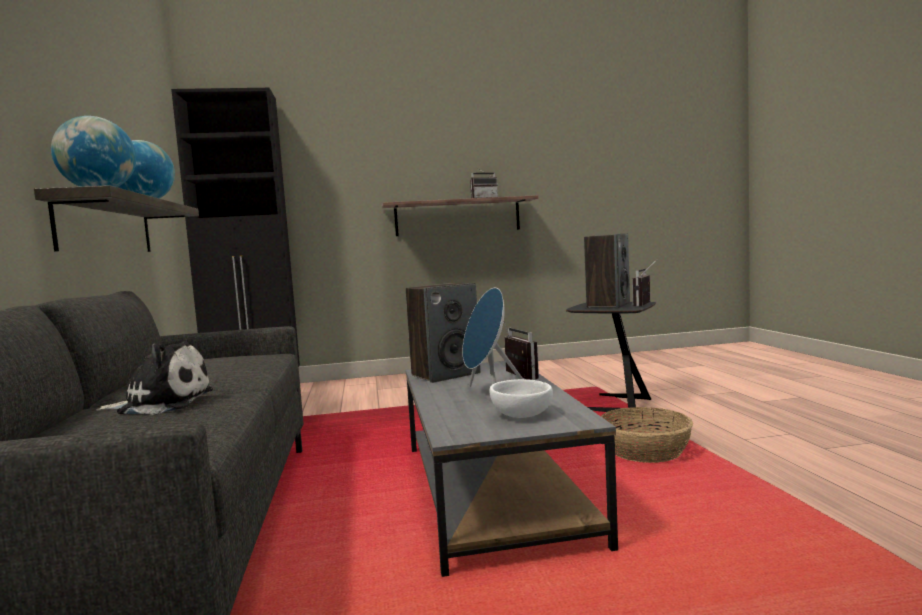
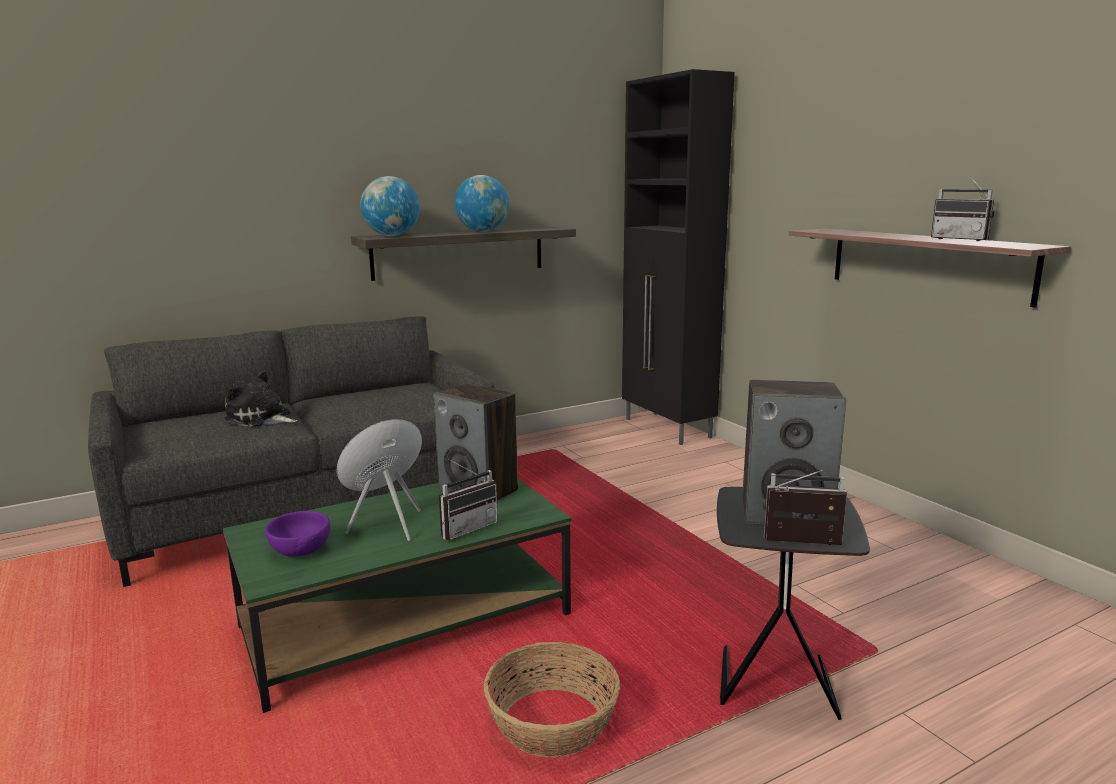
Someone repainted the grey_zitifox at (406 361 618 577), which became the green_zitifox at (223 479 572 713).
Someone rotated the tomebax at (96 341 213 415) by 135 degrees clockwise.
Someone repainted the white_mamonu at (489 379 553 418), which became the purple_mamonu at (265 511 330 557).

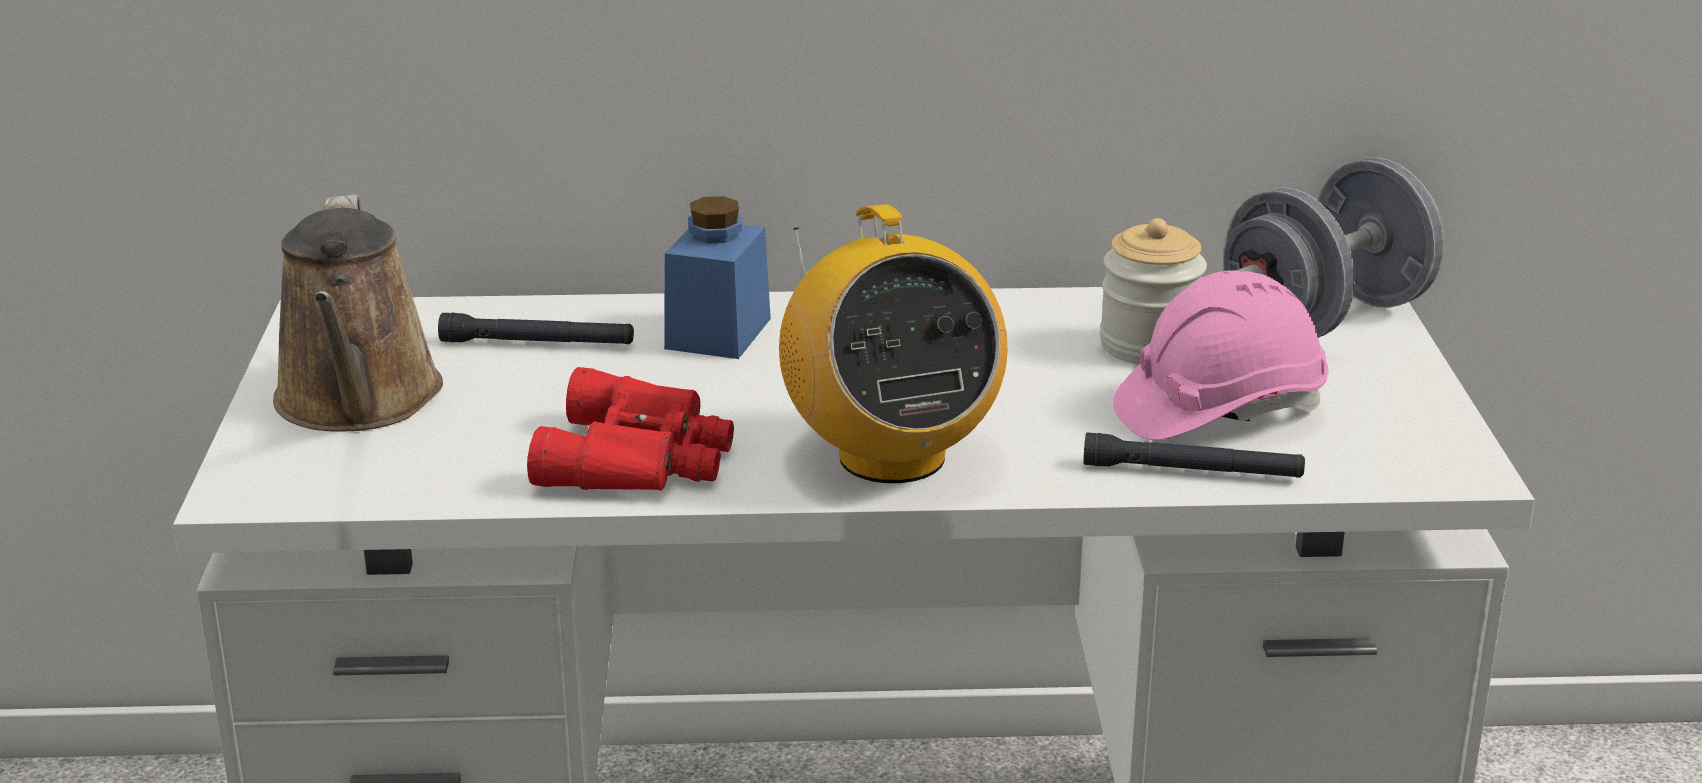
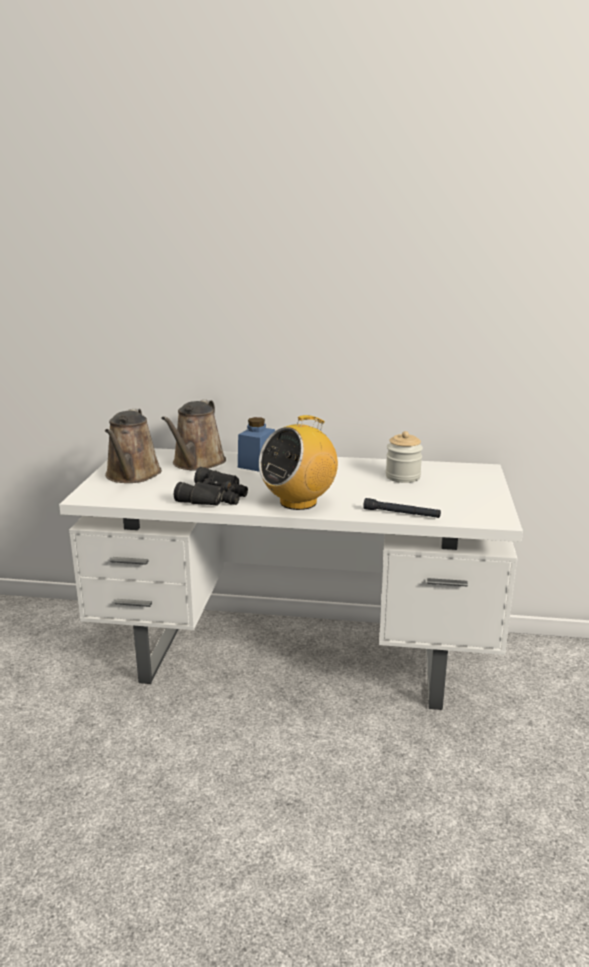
Someone swapped the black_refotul at (438 313 634 344) for the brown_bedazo at (161 400 226 471).
Someone repainted the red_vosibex at (527 367 734 491), which became the black_vosibex at (174 467 248 506).
Someone rotated the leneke at (779 204 1007 483) by 60 degrees clockwise.
Someone took away the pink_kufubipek at (1113 270 1329 440).
Someone took away the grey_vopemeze at (1223 158 1444 338).

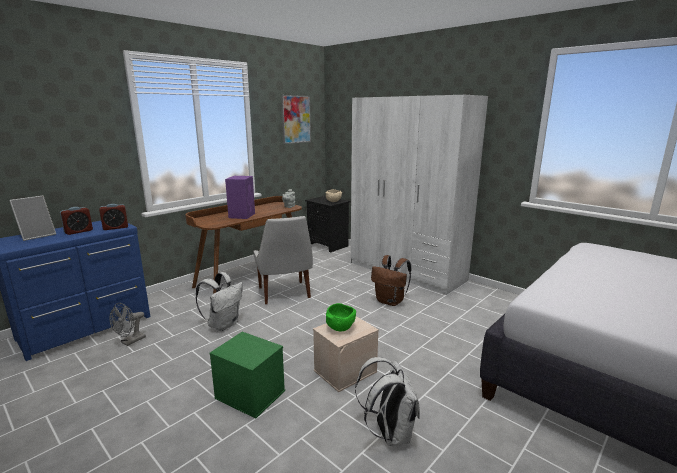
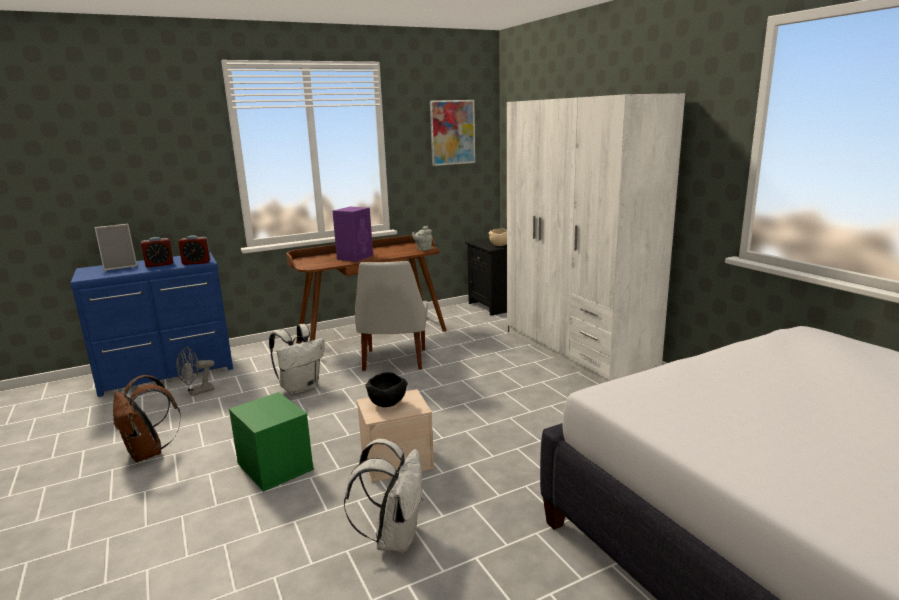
Someone carried the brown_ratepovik from (371 255 411 306) to (113 375 181 462).
Someone repainted the green_mamonu at (326 303 356 332), which became the black_mamonu at (365 372 408 407).

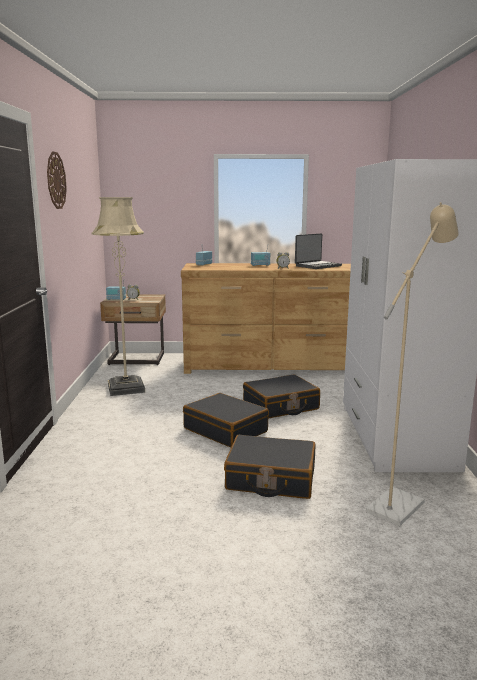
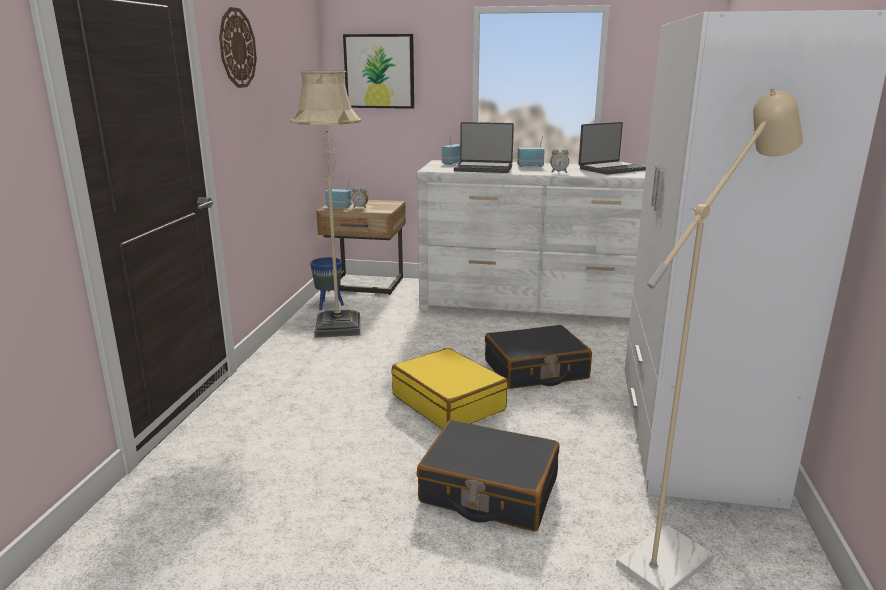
Someone put down the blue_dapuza at (310 257 344 310).
Someone put up the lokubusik at (343 34 414 109).
Someone repainted the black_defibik at (183 393 269 447), which became the yellow_defibik at (391 348 508 429).
Someone repainted the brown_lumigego at (181 263 351 374), which became the white_lumigego at (416 160 646 318).
Someone put down the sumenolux at (454 122 514 173).

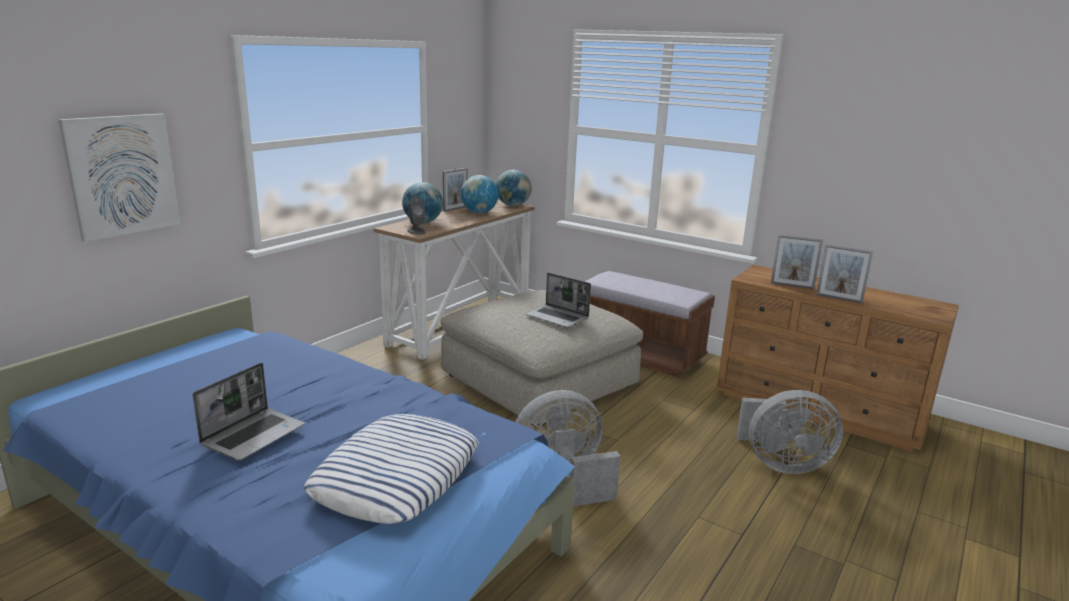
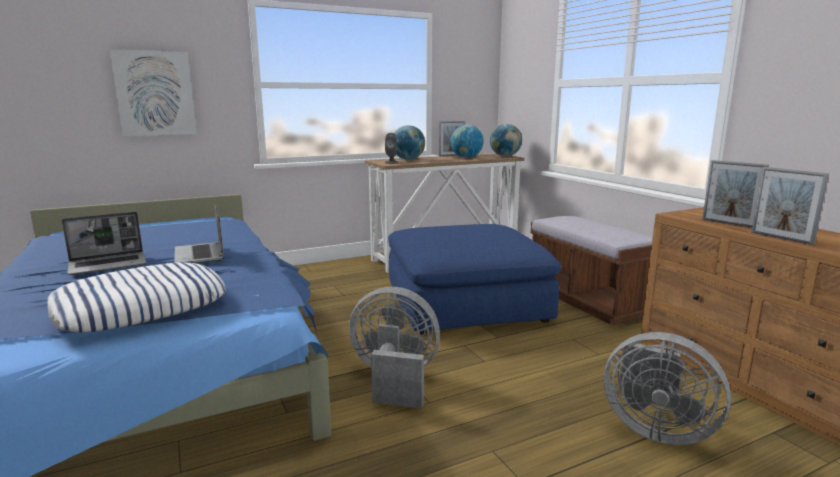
Someone carried the sumenolux from (525 273 591 328) to (174 205 224 263).
Someone repainted the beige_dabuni at (441 290 643 427), which became the blue_dabuni at (388 224 561 334).

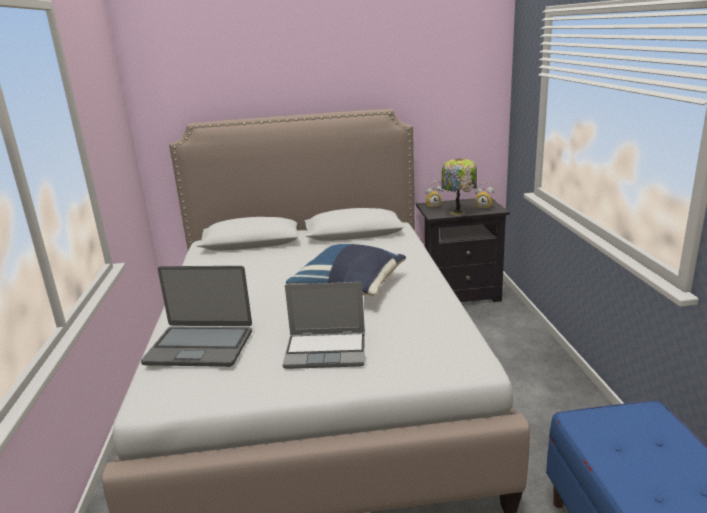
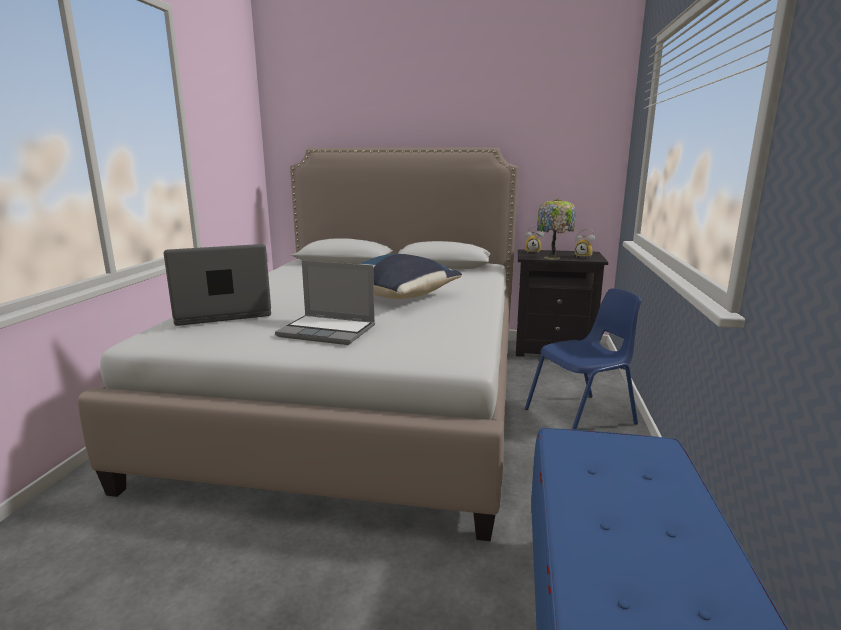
Someone rotated the sumenolux at (141 266 252 367) by 135 degrees clockwise.
Someone put down the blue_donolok at (525 288 642 430).

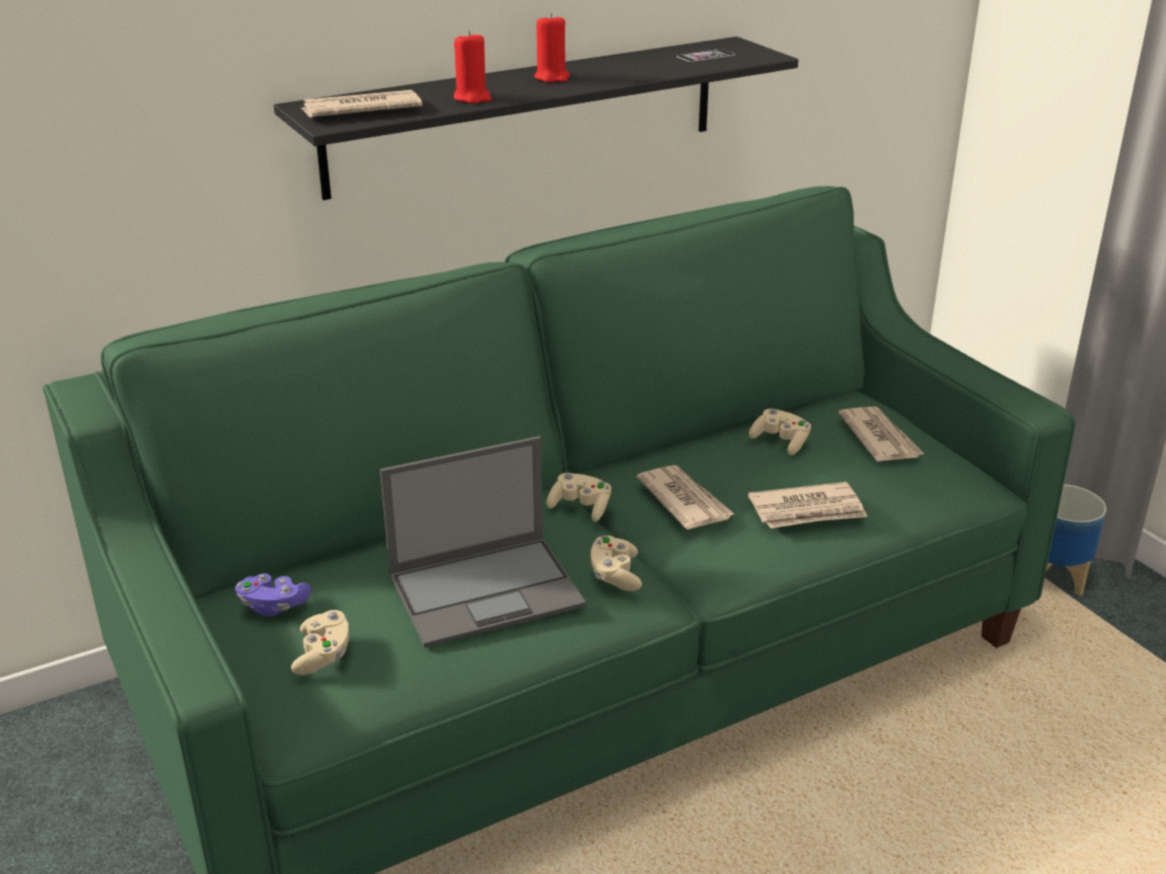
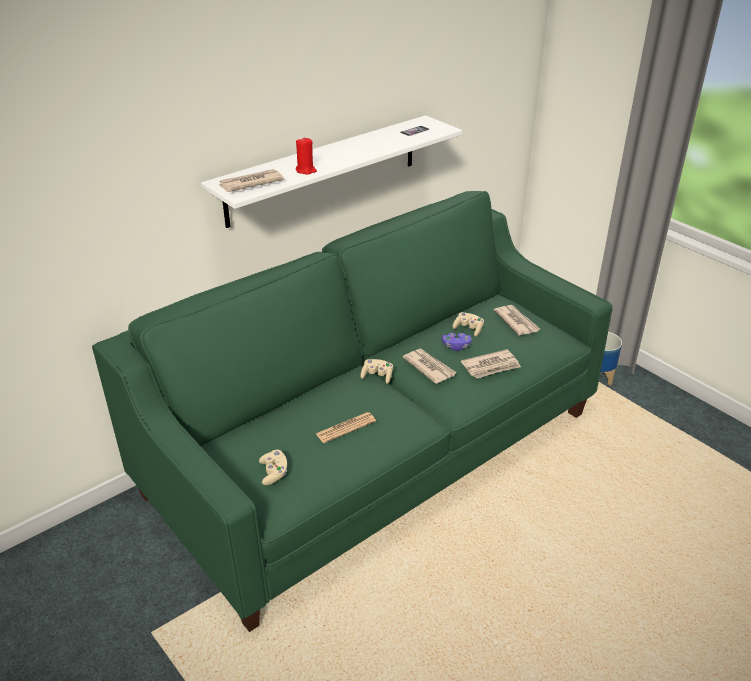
Someone repainted the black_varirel at (274 37 798 200), which became the white_varirel at (201 115 463 228).
Someone swapped the sumenolux at (380 436 586 648) for the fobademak at (316 412 376 443).
Someone carried the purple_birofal from (235 573 311 617) to (442 333 472 351).
Someone took away the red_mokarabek at (534 13 570 82).
Someone took away the beige_birofal at (591 535 642 591).

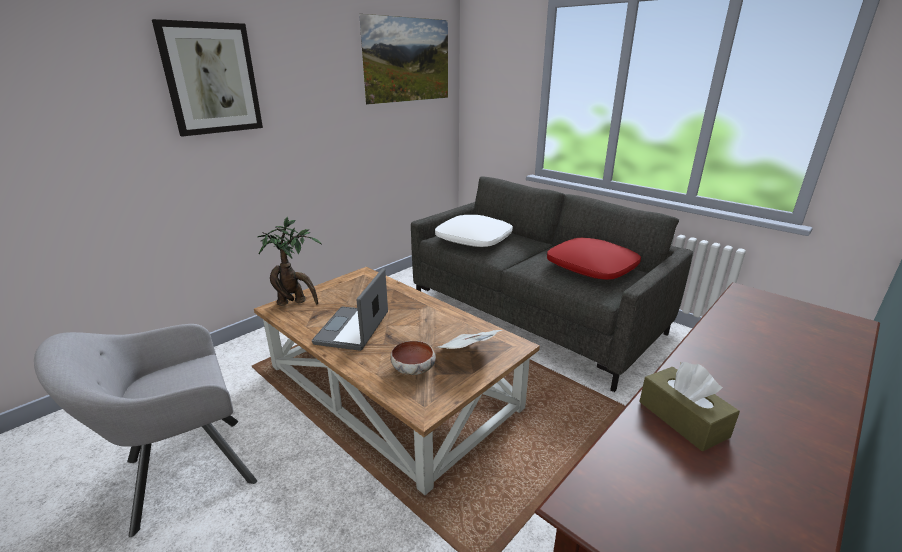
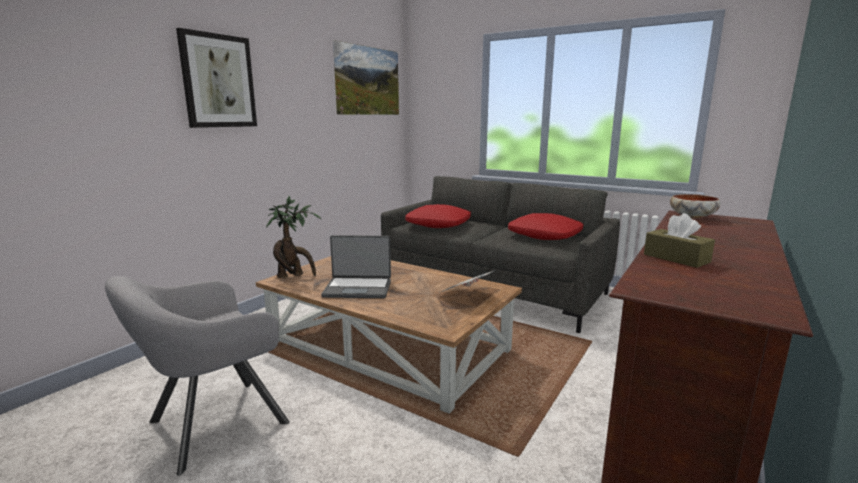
Someone rotated the sumenolux at (312 268 388 351) by 90 degrees counterclockwise.
Someone repainted the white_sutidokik at (435 215 513 247), which became the red_sutidokik at (405 204 471 228).
Someone carried the mamonu from (390 341 436 375) to (670 194 720 219).

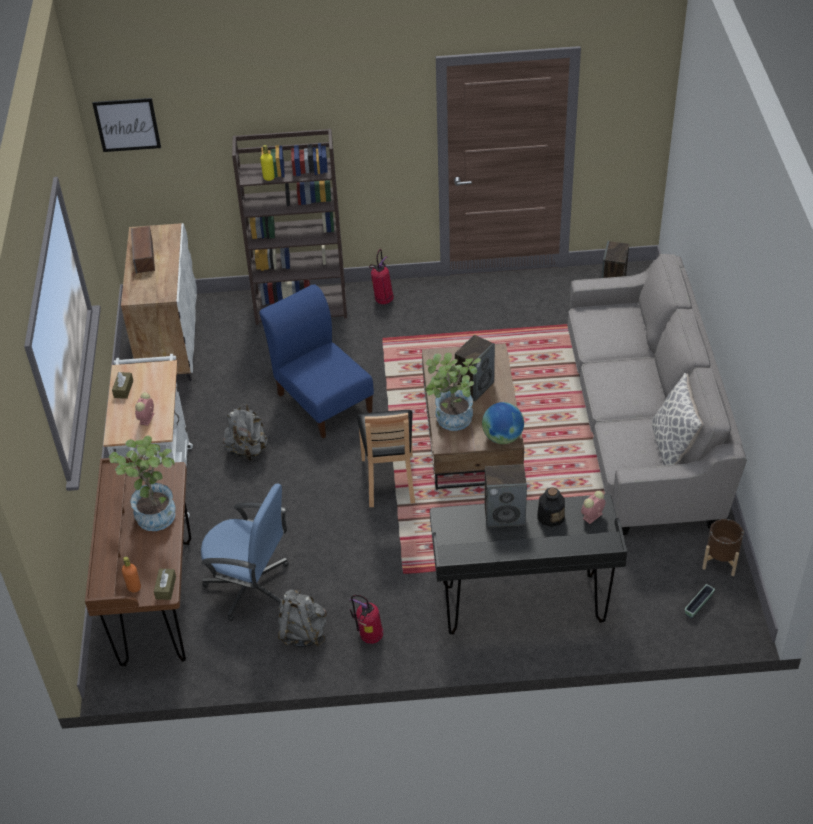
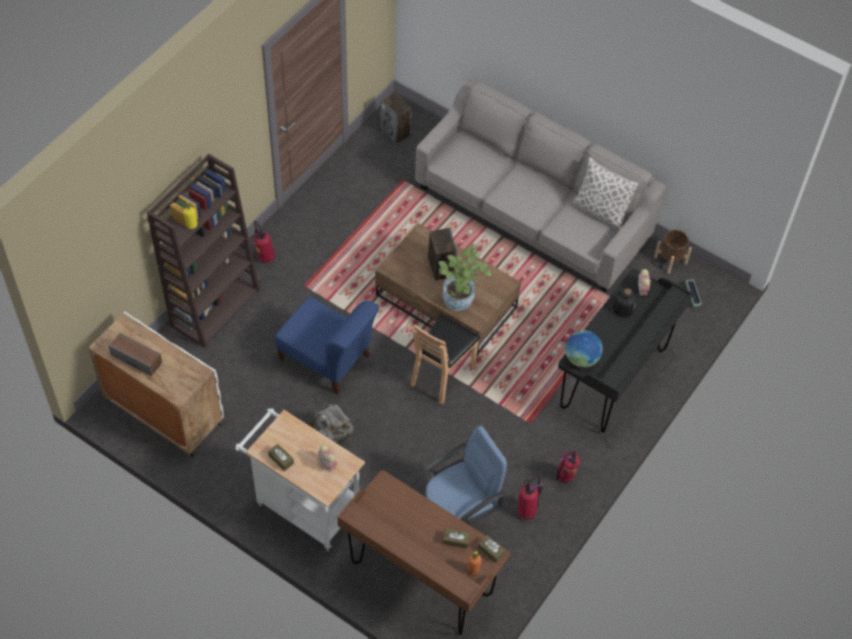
Someone rotated the blue_donolok at (259 284 374 438) by 150 degrees counterclockwise.
Someone rotated the brown_donolok at (356 410 415 507) by 90 degrees clockwise.
Someone put down the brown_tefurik at (443 528 470 549).
Someone swapped the grey_ratepovik at (278 589 327 647) for the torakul at (518 476 545 519).
Someone carried the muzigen from (482 402 524 444) to (565 330 603 368).
Someone took away the lokubusik at (92 98 161 152).
Someone took away the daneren at (109 436 176 531).
Someone took away the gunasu at (485 464 527 528).

